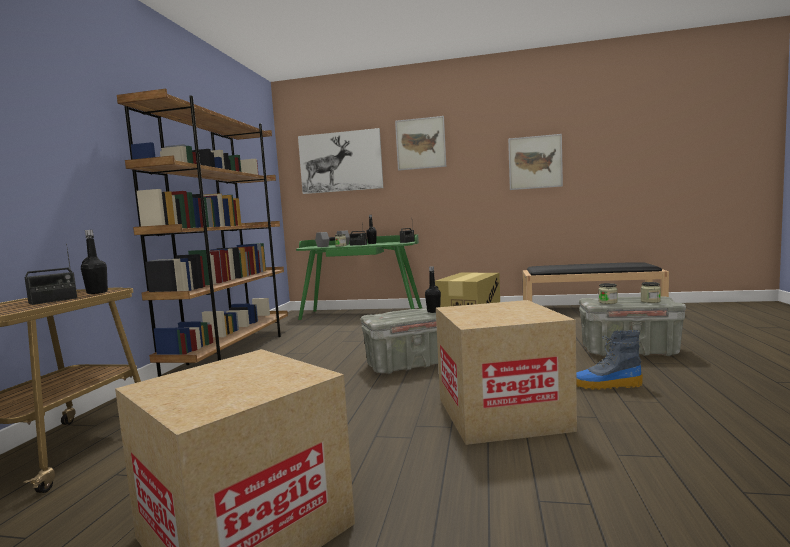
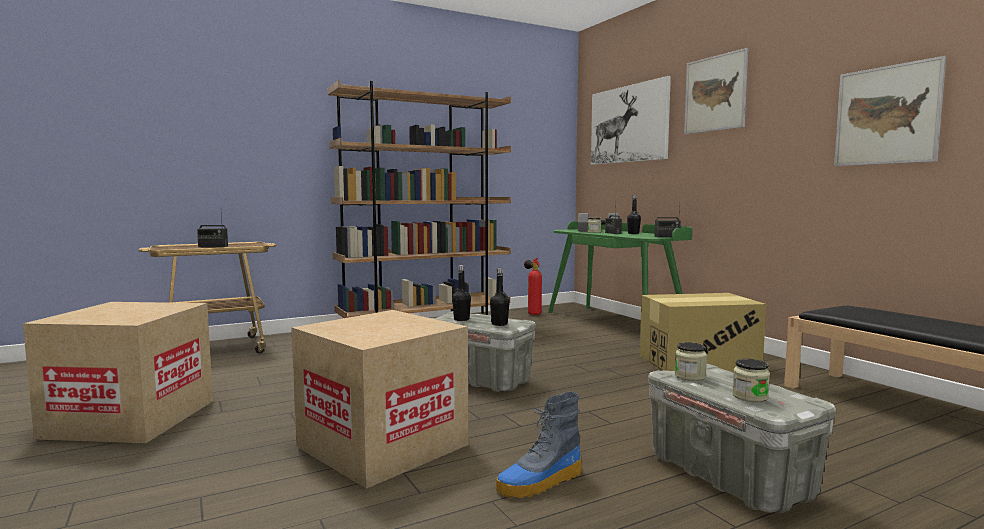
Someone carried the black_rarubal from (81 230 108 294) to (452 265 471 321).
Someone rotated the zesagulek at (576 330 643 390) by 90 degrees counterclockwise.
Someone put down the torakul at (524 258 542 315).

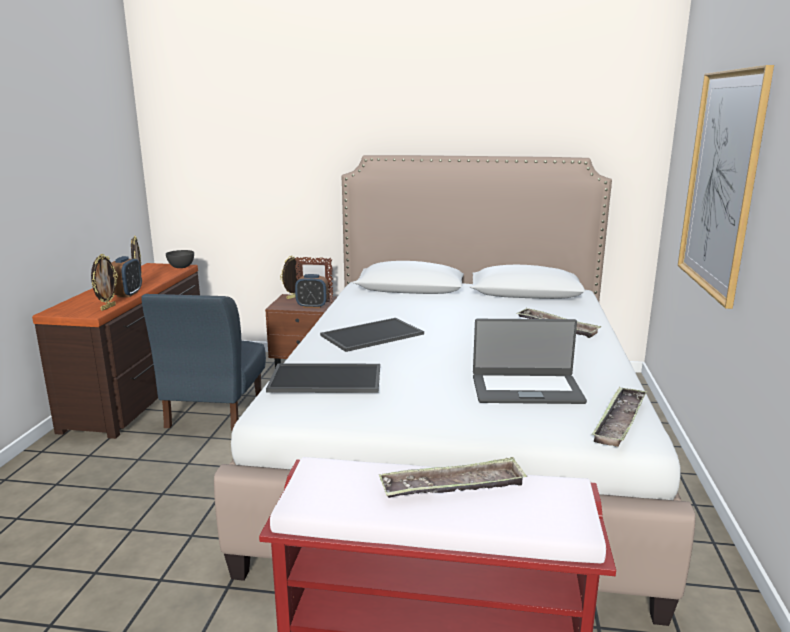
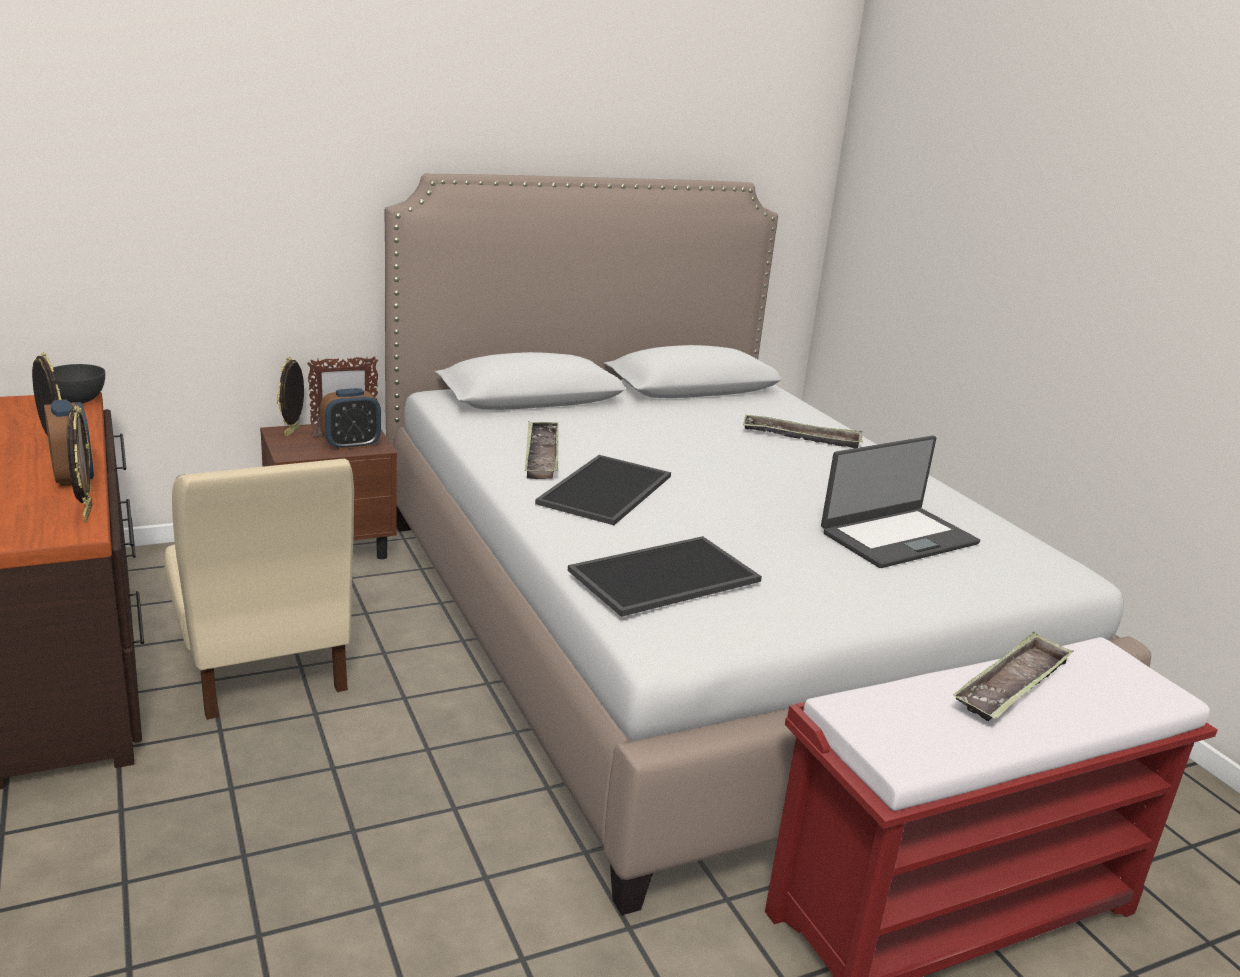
Someone repainted the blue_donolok at (141 294 266 431), which became the beige_donolok at (164 458 354 720).
Someone carried the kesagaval from (592 387 647 447) to (525 422 558 479).
Someone took away the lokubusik at (678 65 774 309).

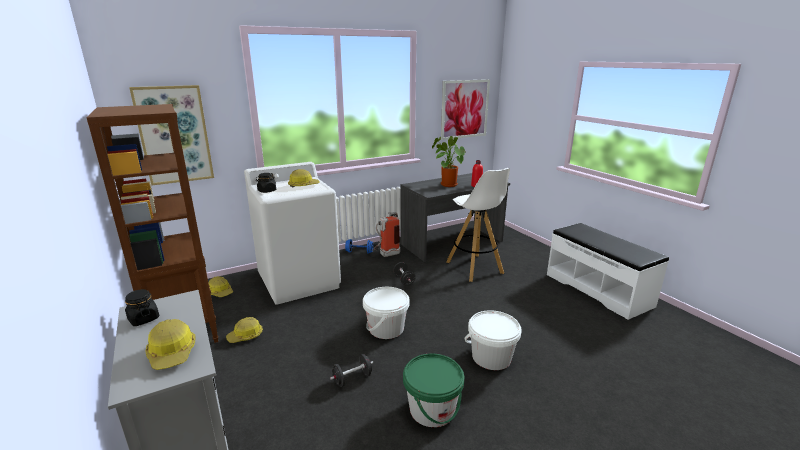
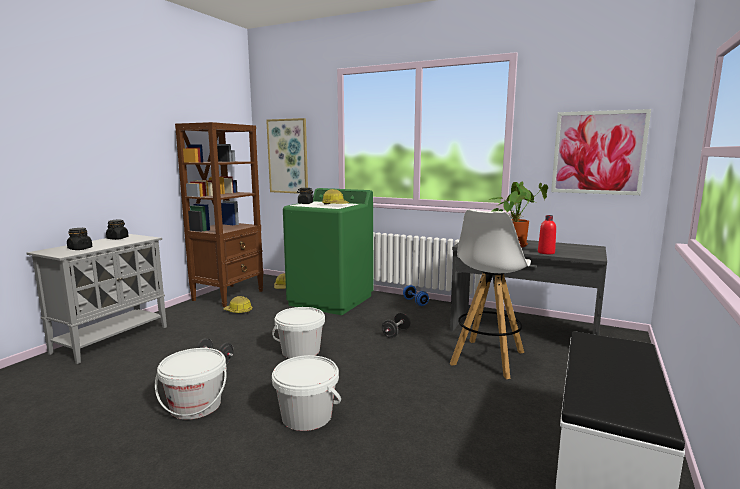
Someone swapped the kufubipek at (146 319 196 370) for the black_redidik at (67 228 92 250).
Someone repainted the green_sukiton at (403 354 464 427), which became the white_sukiton at (155 348 227 420).
Someone repainted the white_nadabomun at (244 162 341 305), which became the green_nadabomun at (283 188 374 315).
Someone took away the torakul at (373 212 400 257).

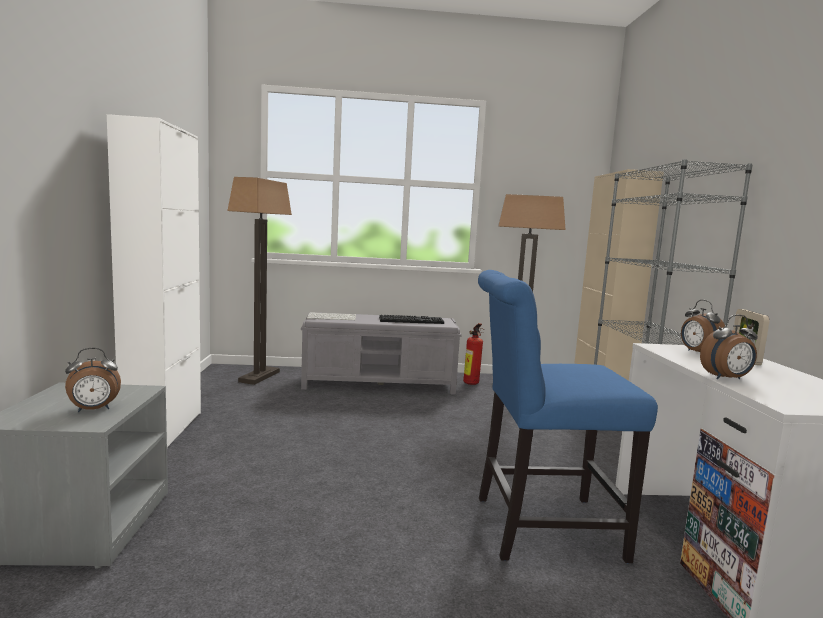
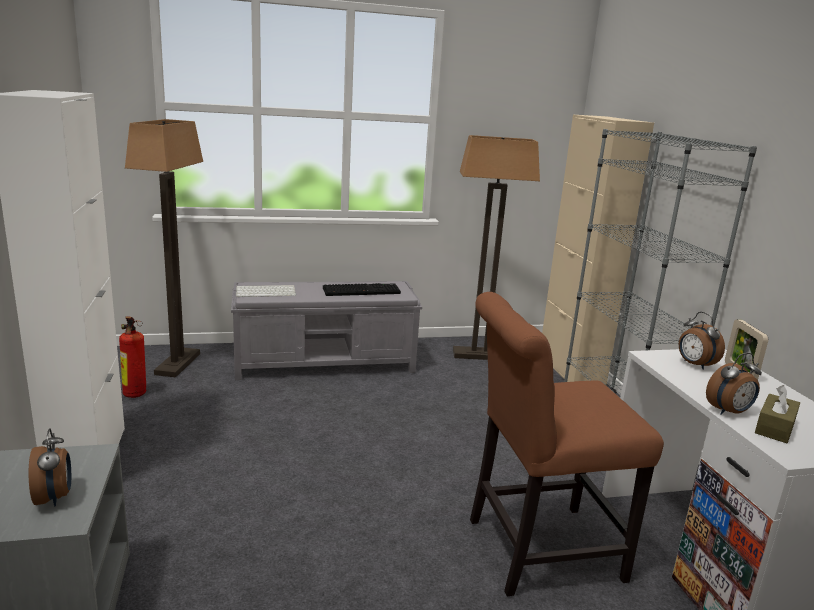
Someone rotated the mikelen at (65 348 121 412) by 75 degrees counterclockwise.
Someone carried the torakul from (463 323 483 385) to (119 316 146 398).
Someone repainted the blue_donolok at (478 270 658 563), which became the brown_donolok at (470 292 664 596).
Someone put down the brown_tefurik at (755 385 800 443).

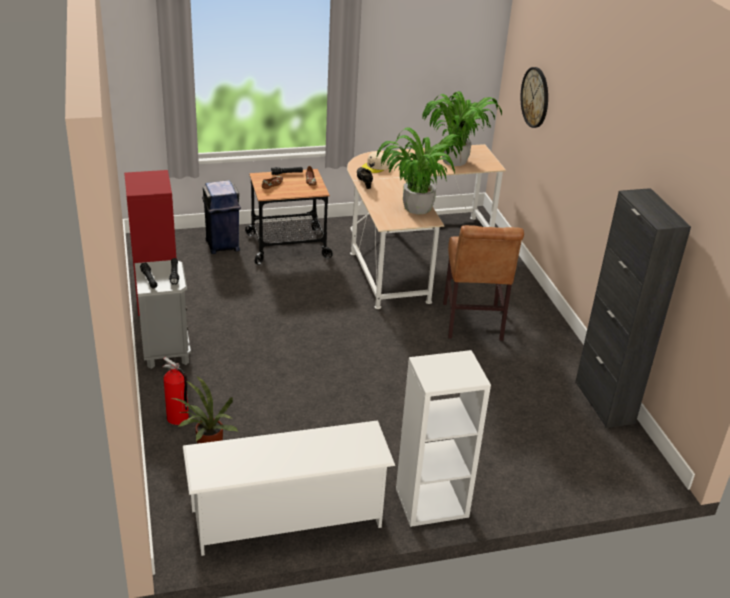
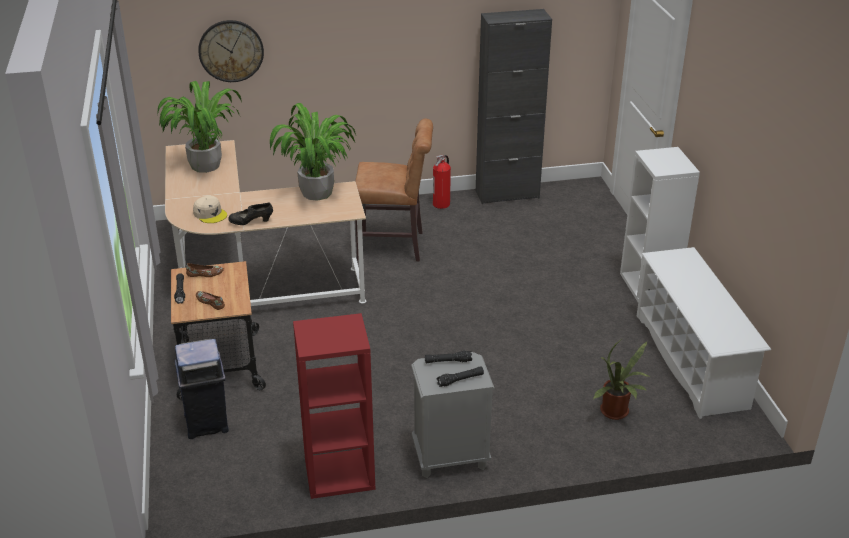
Someone carried the torakul from (163 357 189 425) to (433 155 451 209).

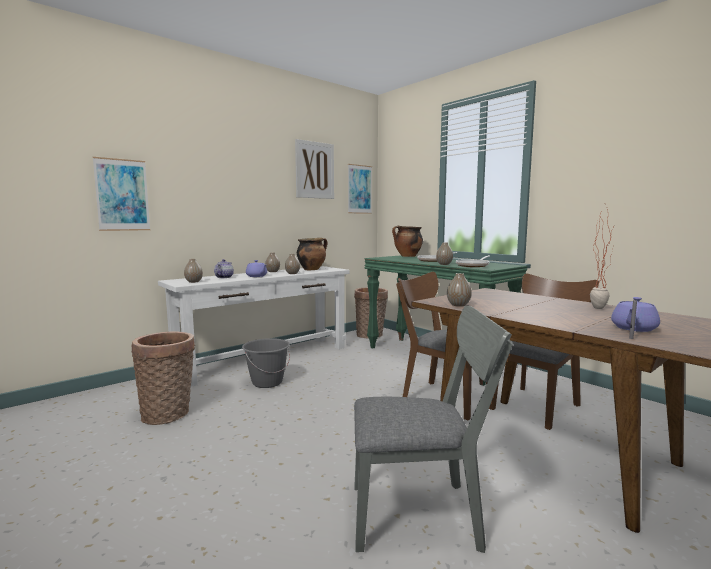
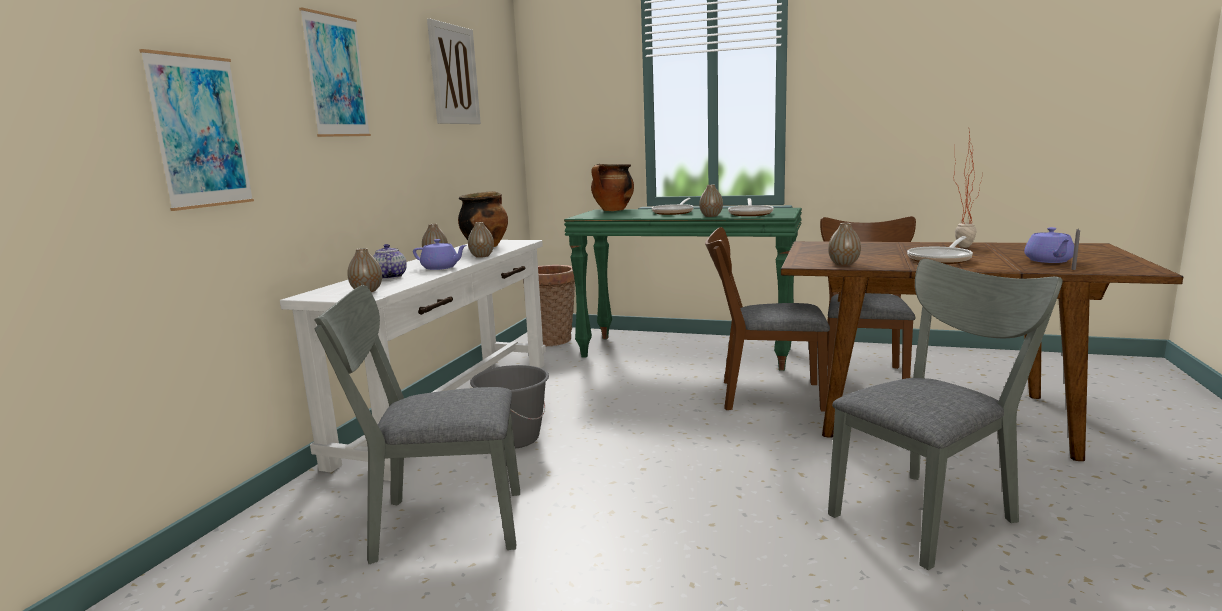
Someone carried the lokubusik from (348 164 372 214) to (299 7 371 137).
Someone swapped the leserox at (132 331 195 425) for the grey_donolok at (314 285 520 564).
Someone put down the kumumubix at (907 236 973 264).

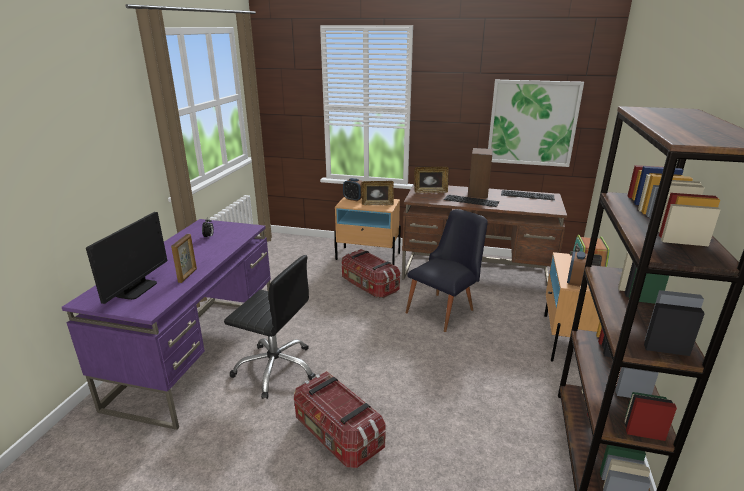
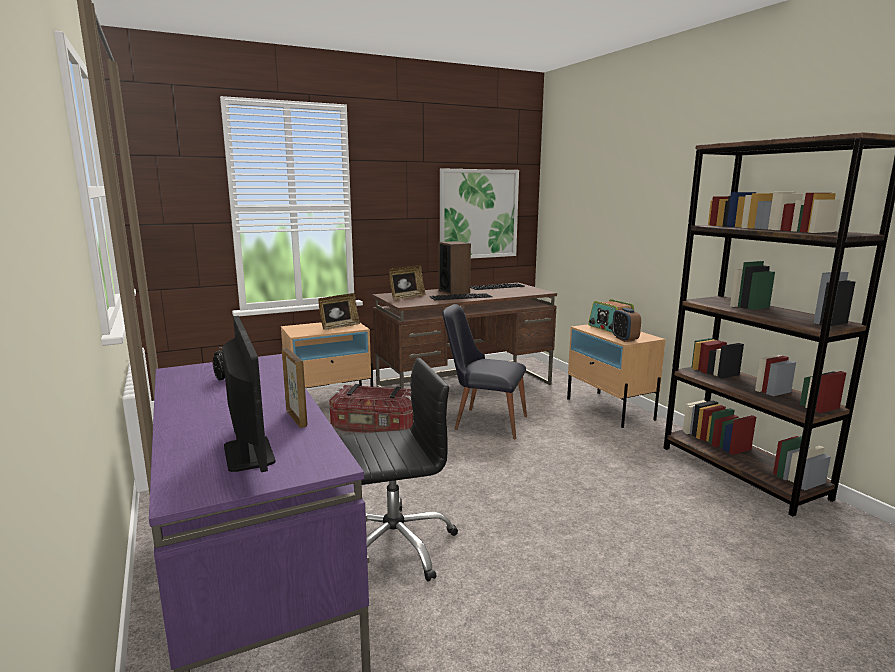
Someone rotated the black_donolok at (406 209 488 332) by 75 degrees counterclockwise.
Someone took away the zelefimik at (294 371 386 468).
Someone took away the mikelen at (343 178 363 201).

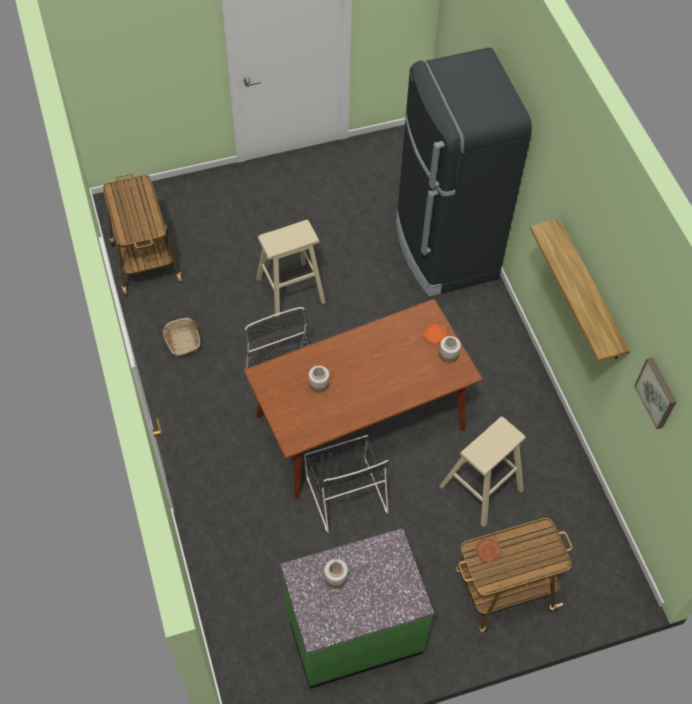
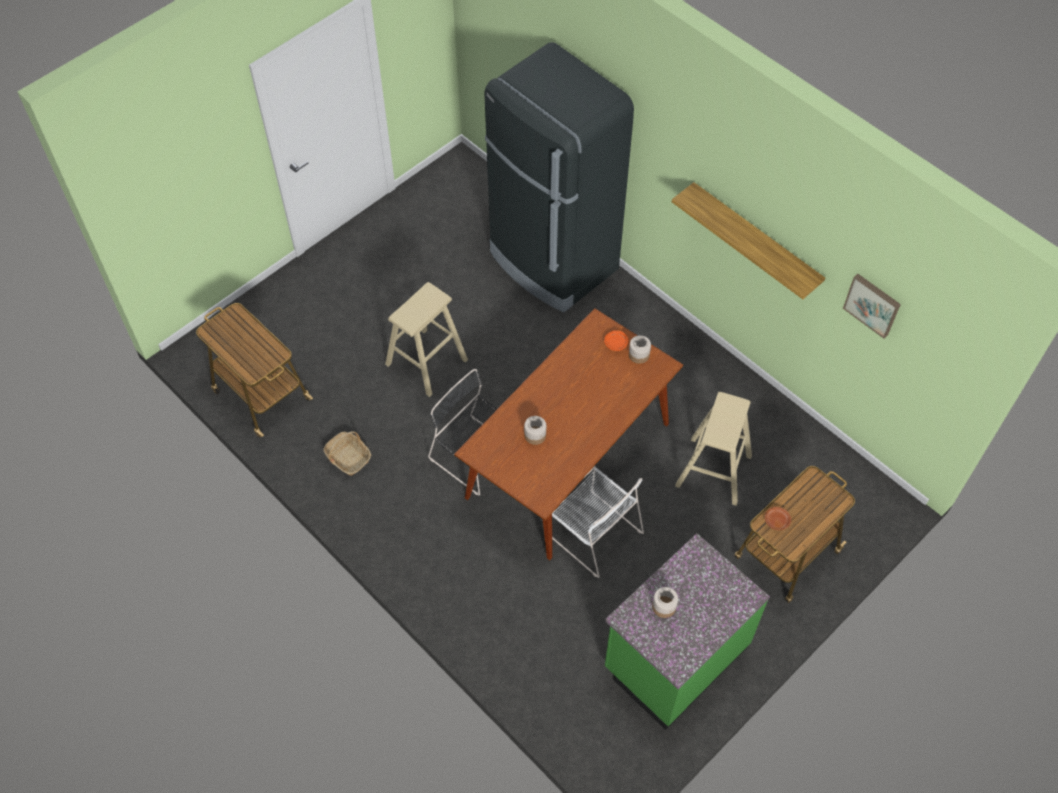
Someone repainted the black_donolok at (304 435 389 533), which became the white_donolok at (552 466 644 578).

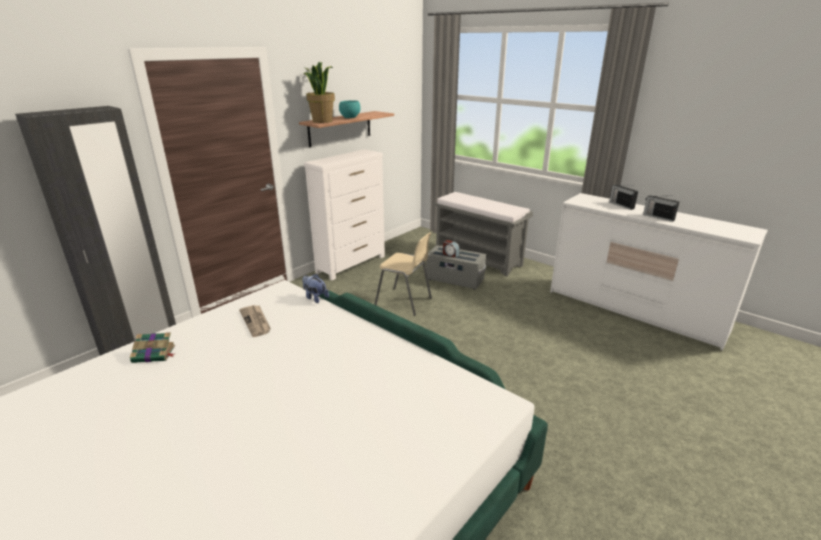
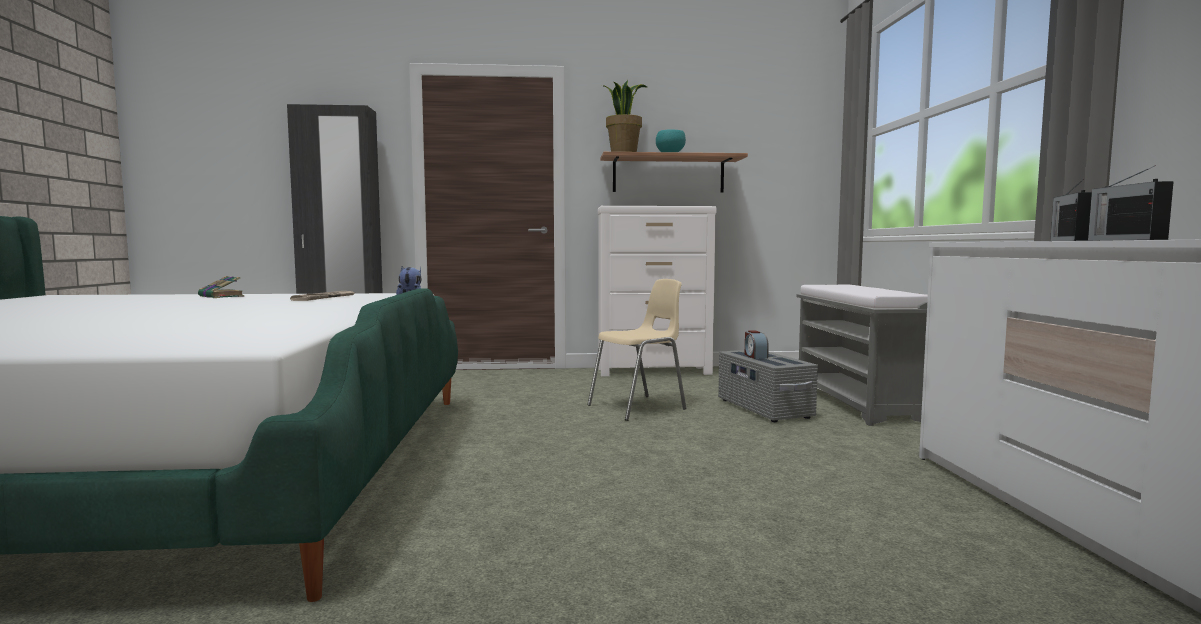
Someone rotated the beige_donolok at (374 233 432 316) by 105 degrees counterclockwise.

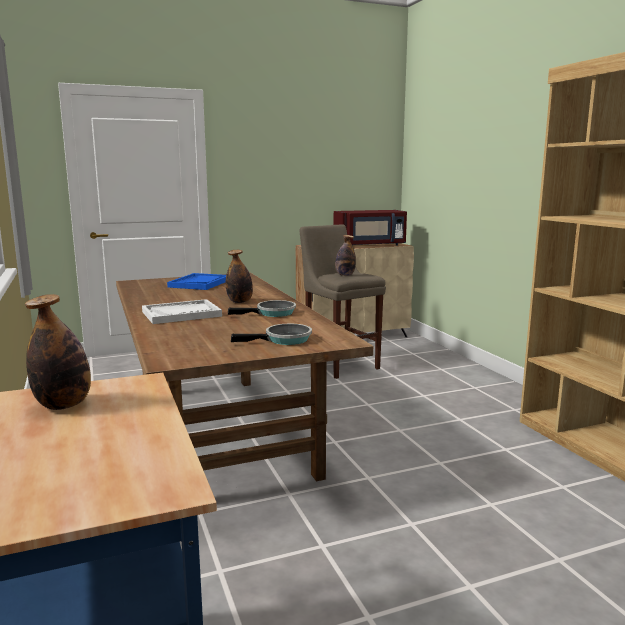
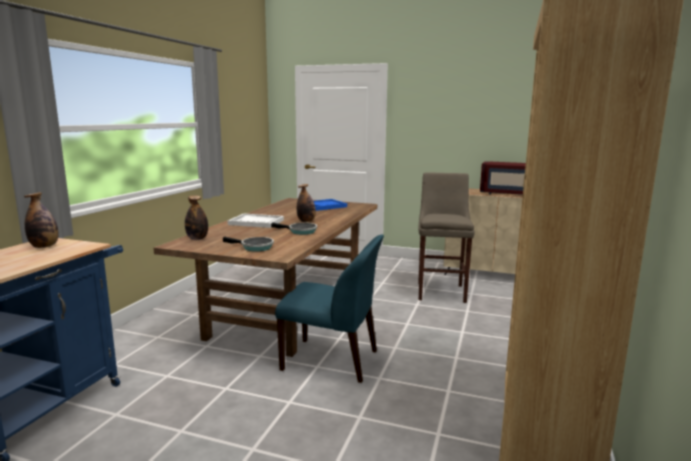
Someone carried the rarubal from (335 235 356 276) to (185 195 208 240).
Someone put down the blue_donolok at (275 234 384 383).

